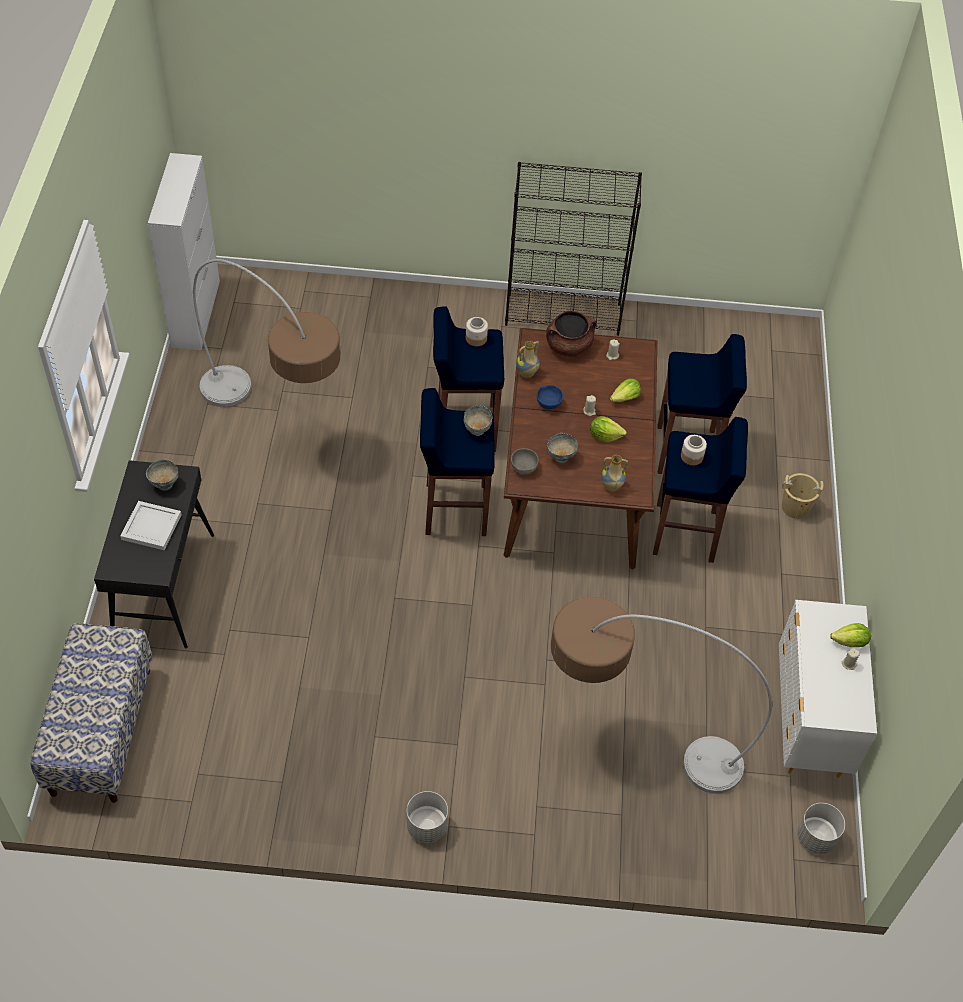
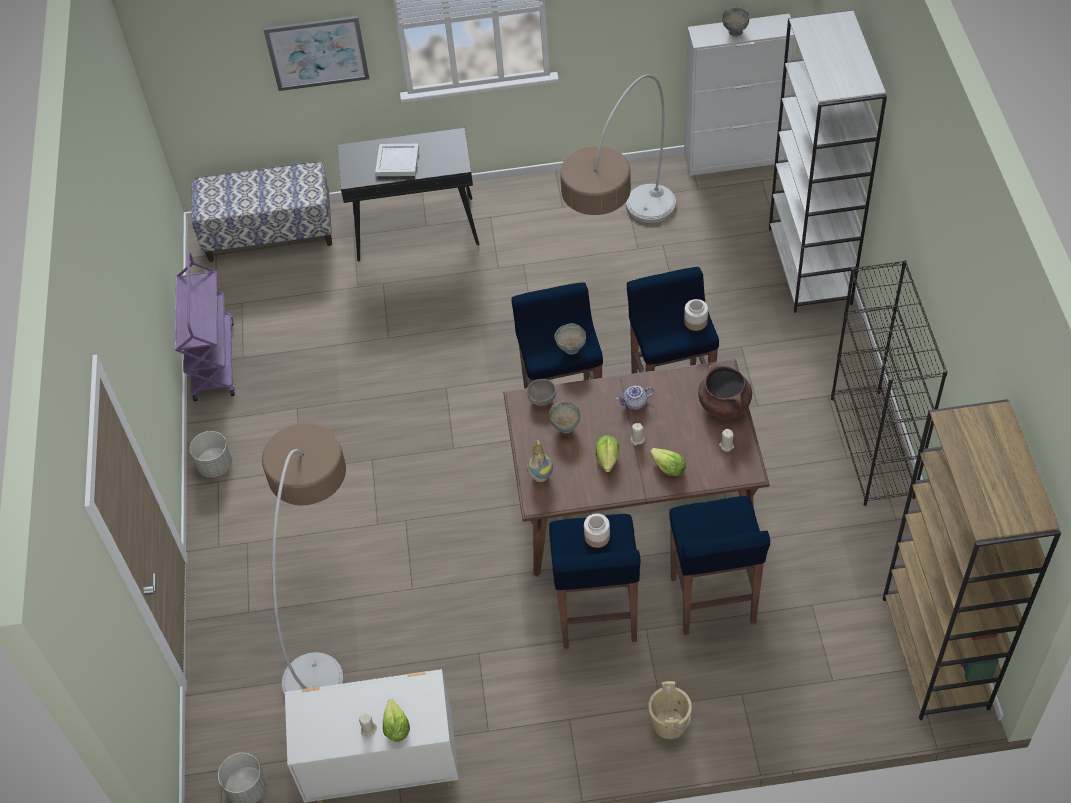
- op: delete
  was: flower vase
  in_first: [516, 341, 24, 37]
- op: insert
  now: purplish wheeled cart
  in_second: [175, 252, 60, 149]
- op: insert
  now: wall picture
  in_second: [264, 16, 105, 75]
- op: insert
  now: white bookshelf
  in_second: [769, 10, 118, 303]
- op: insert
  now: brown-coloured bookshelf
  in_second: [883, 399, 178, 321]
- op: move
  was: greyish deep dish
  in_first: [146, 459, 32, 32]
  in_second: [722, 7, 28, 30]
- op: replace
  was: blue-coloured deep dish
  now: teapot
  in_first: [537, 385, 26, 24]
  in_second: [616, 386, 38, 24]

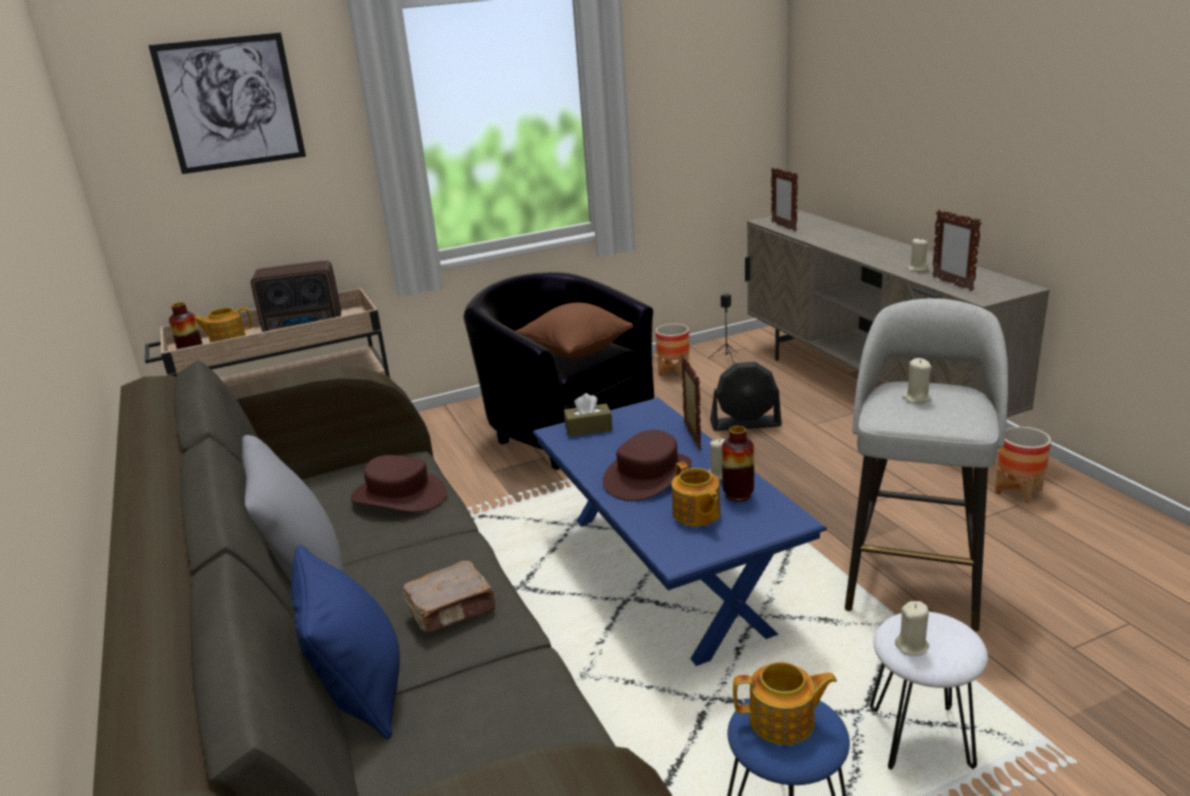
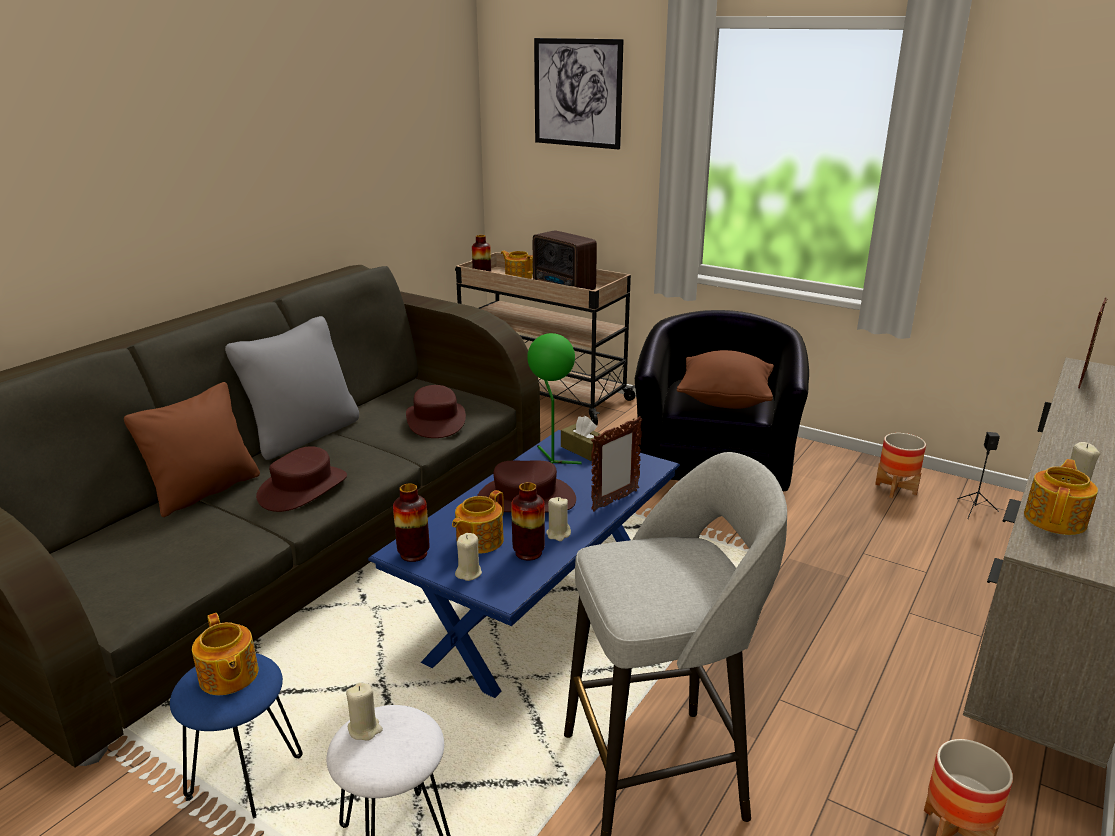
- op: delete
  was: black electric fan
  in_first: [710, 362, 72, 69]
- op: insert
  now: flower vase
  in_second: [393, 484, 36, 78]
- op: insert
  now: greenish tabletop lamp
  in_second: [527, 333, 55, 131]
- op: move
  was: beige candle
  in_first: [902, 358, 30, 46]
  in_second: [455, 533, 27, 48]
- op: replace
  was: brown-coloured volume
  now: brown-coloured hat
  in_first: [402, 561, 93, 72]
  in_second: [256, 446, 91, 66]
- op: replace
  was: standing frame
  now: teapot
  in_first: [932, 210, 50, 81]
  in_second: [1024, 459, 74, 76]
- op: recolor
  was: blue-coloured throw pillow
  now: brown-coloured throw pillow
  in_first: [291, 545, 109, 194]
  in_second: [124, 382, 136, 135]

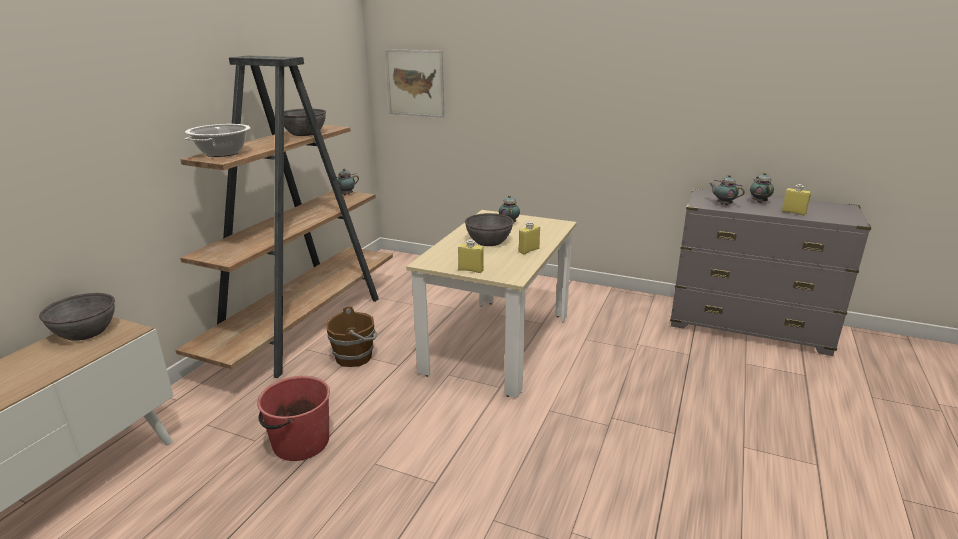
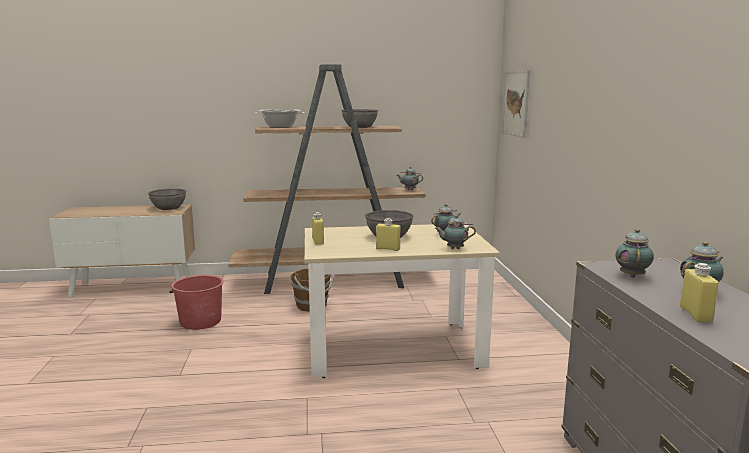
- op: insert
  now: teapot
  in_second: [434, 215, 42, 34]

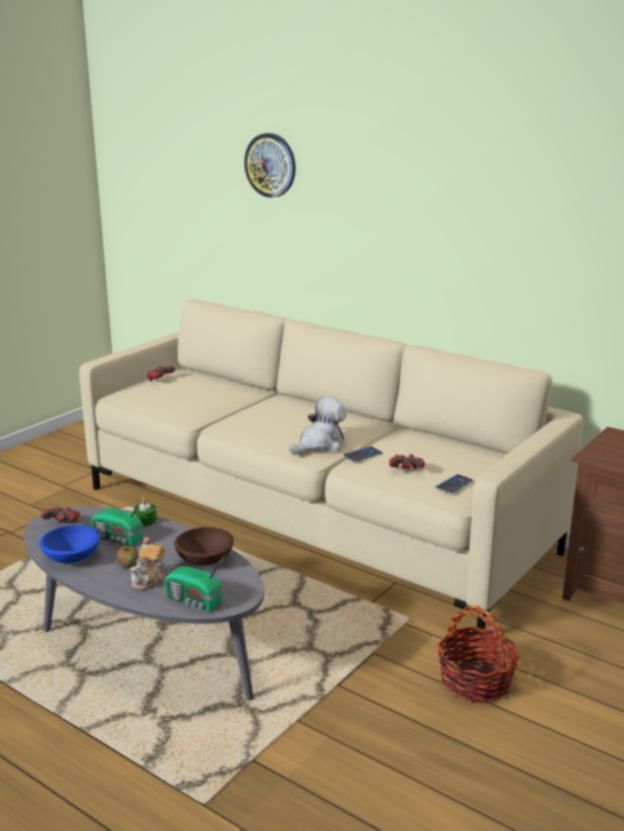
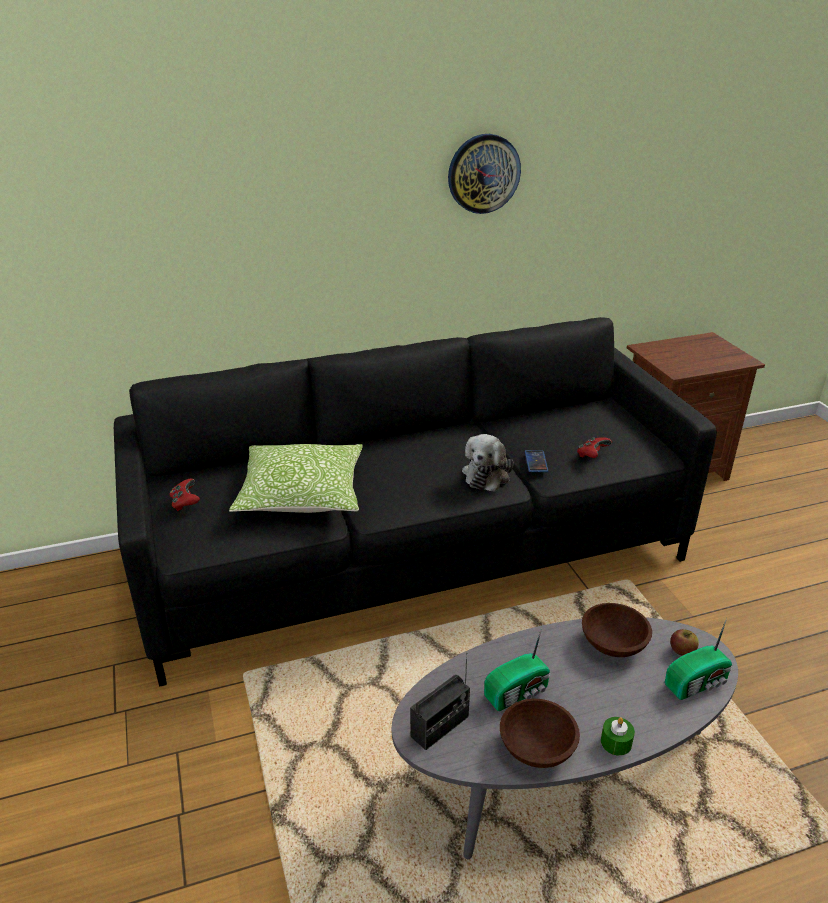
- op: delete
  was: teapot
  in_first: [130, 537, 36, 53]
- op: delete
  was: phone
  in_first: [436, 474, 37, 19]
- op: delete
  was: basket
  in_first: [438, 605, 82, 97]
- op: insert
  now: throw pillow
  in_second: [229, 444, 134, 69]
- op: move
  was: whole apple
  in_first: [116, 546, 23, 23]
  in_second: [670, 629, 29, 27]
- op: move
  was: greenish candle
  in_first: [134, 498, 23, 28]
  in_second: [601, 717, 34, 39]
- op: move
  was: wall clock
  in_first: [244, 133, 52, 65]
  in_second: [448, 134, 73, 80]
- op: replace
  was: red-coloured joypad
  now: radio
  in_first: [41, 506, 39, 16]
  in_second: [410, 653, 60, 97]
- op: recolor
  was: blue-coloured deep dish
  now: brown-coloured deep dish
  in_first: [39, 525, 61, 38]
  in_second: [500, 699, 80, 69]
- op: recolor
  was: beige settee
  now: black settee
  in_first: [79, 299, 504, 337]
  in_second: [114, 317, 603, 370]
- op: rotate
  was: cuddly toy
  in_first: [289, 396, 58, 59]
  in_second: [462, 434, 52, 58]
  clockwise: -150

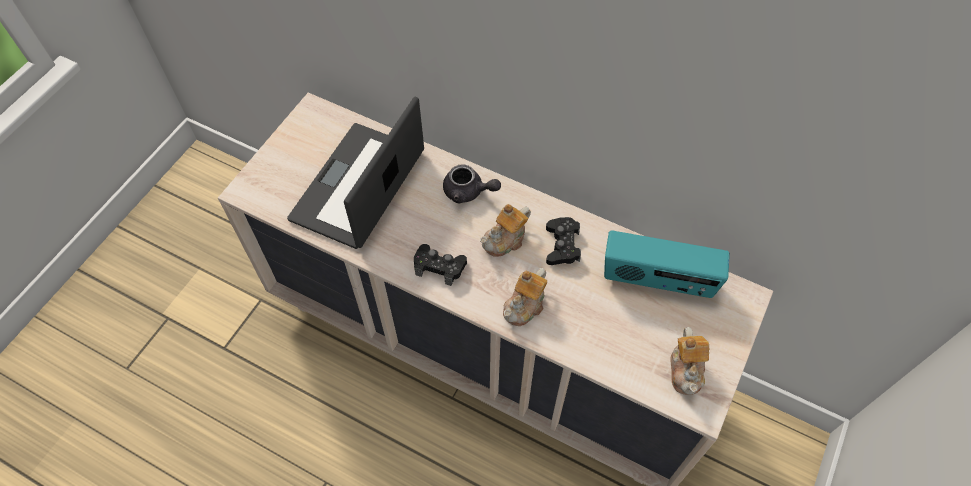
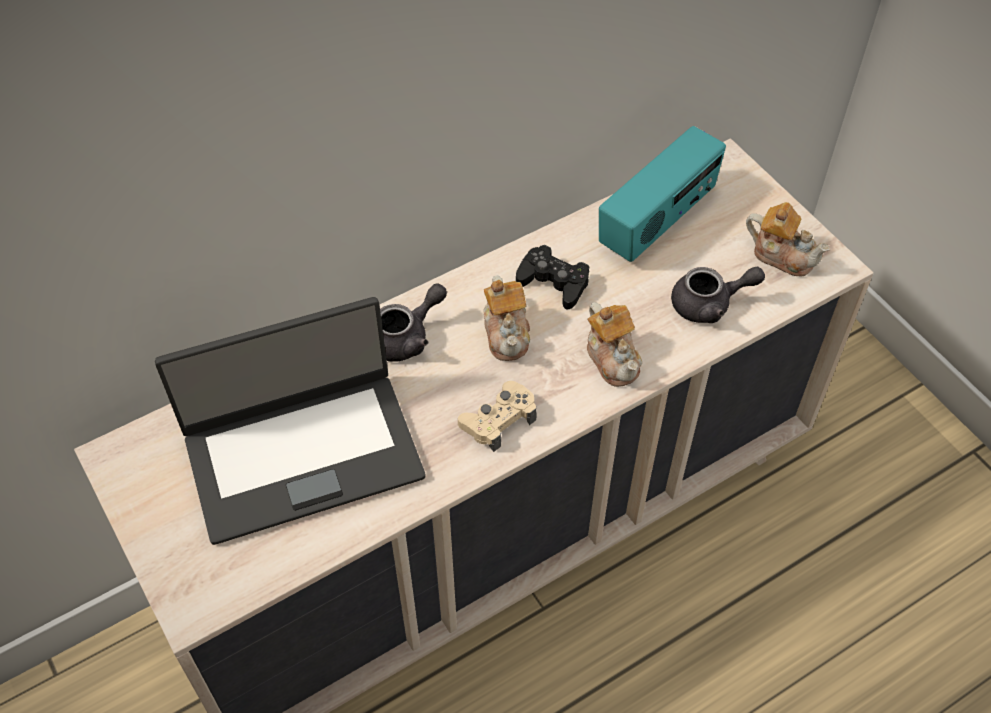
- op: insert
  now: greyish teapot
  in_second: [671, 267, 94, 56]
- op: recolor
  was: black joypad
  now: beige joypad
  in_first: [414, 244, 53, 42]
  in_second: [458, 381, 79, 71]
- op: rotate
  was: notebook computer
  in_first: [287, 96, 137, 153]
  in_second: [155, 297, 271, 248]
  clockwise: -75

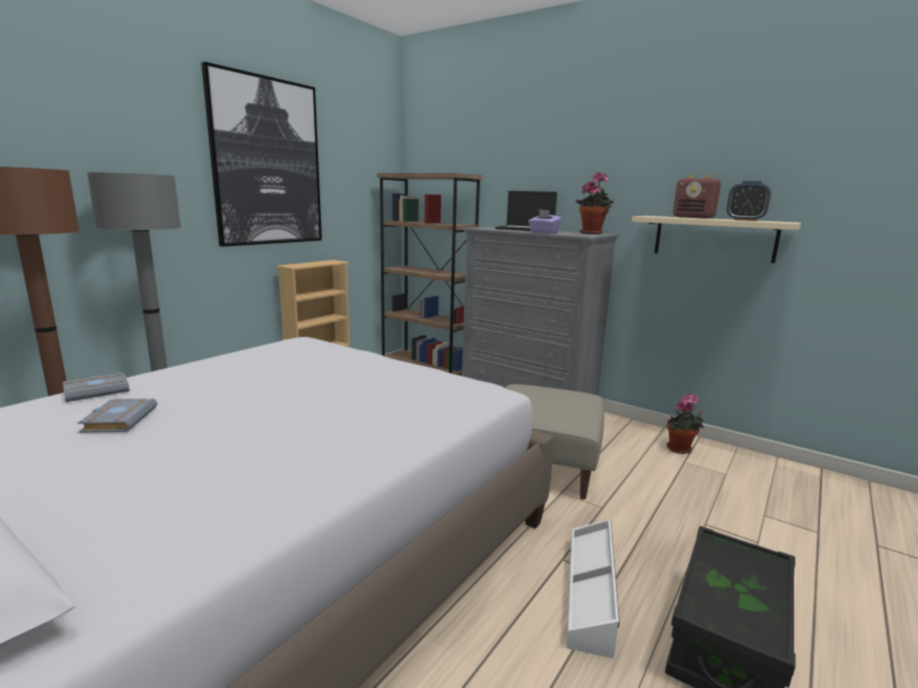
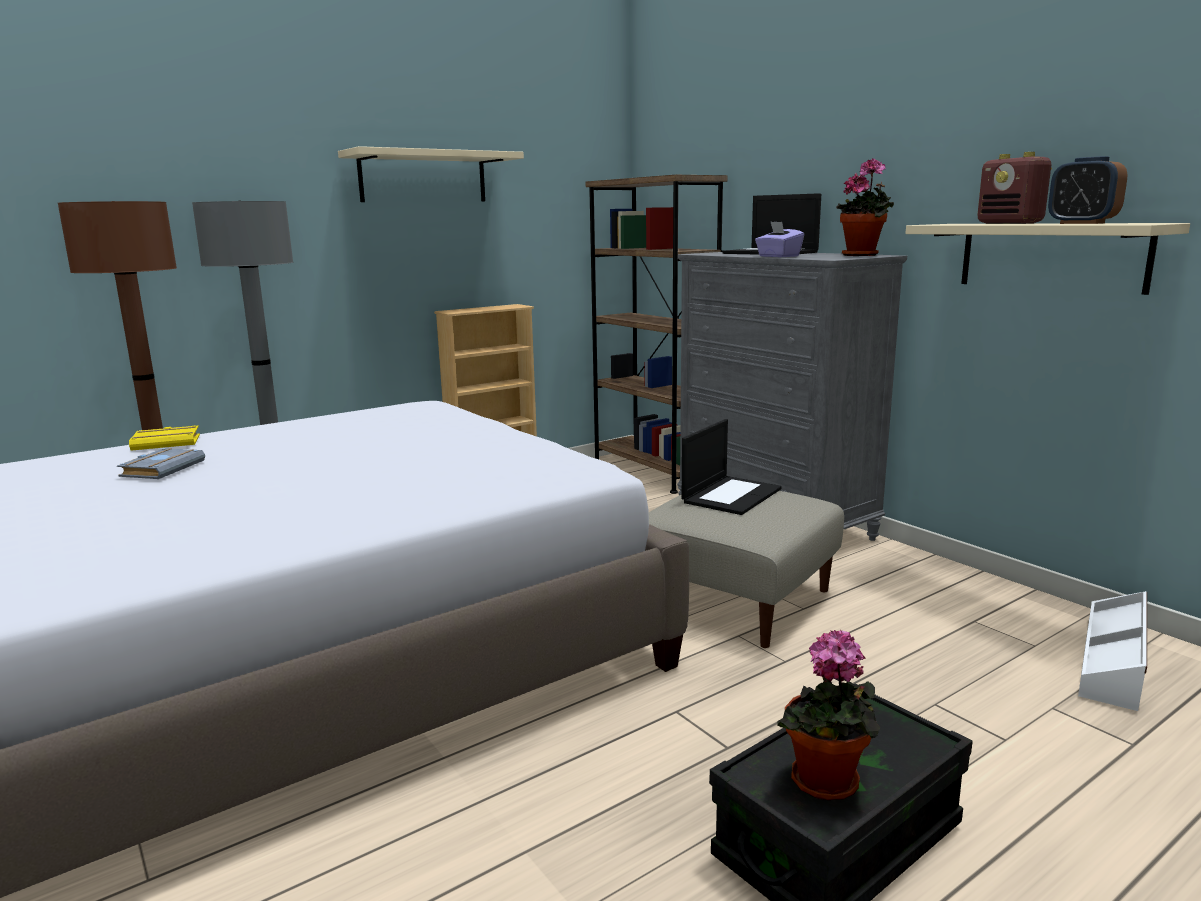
- op: insert
  now: notebook computer
  in_second: [682, 419, 100, 96]
- op: move
  was: white storage box
  in_first: [566, 519, 54, 140]
  in_second: [1078, 591, 69, 120]
- op: move
  was: houseplant
  in_first: [667, 393, 36, 61]
  in_second: [777, 630, 103, 170]
- op: replace
  was: wall picture
  now: beige shelf
  in_first: [201, 62, 121, 185]
  in_second: [338, 146, 186, 56]
- op: recolor
  was: greyish volume
  now: yellowish volume
  in_first: [63, 373, 67, 29]
  in_second: [129, 425, 71, 26]

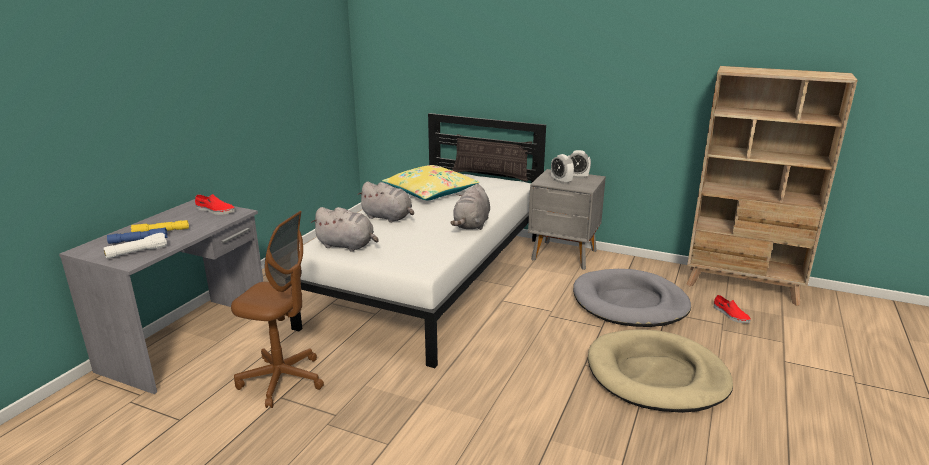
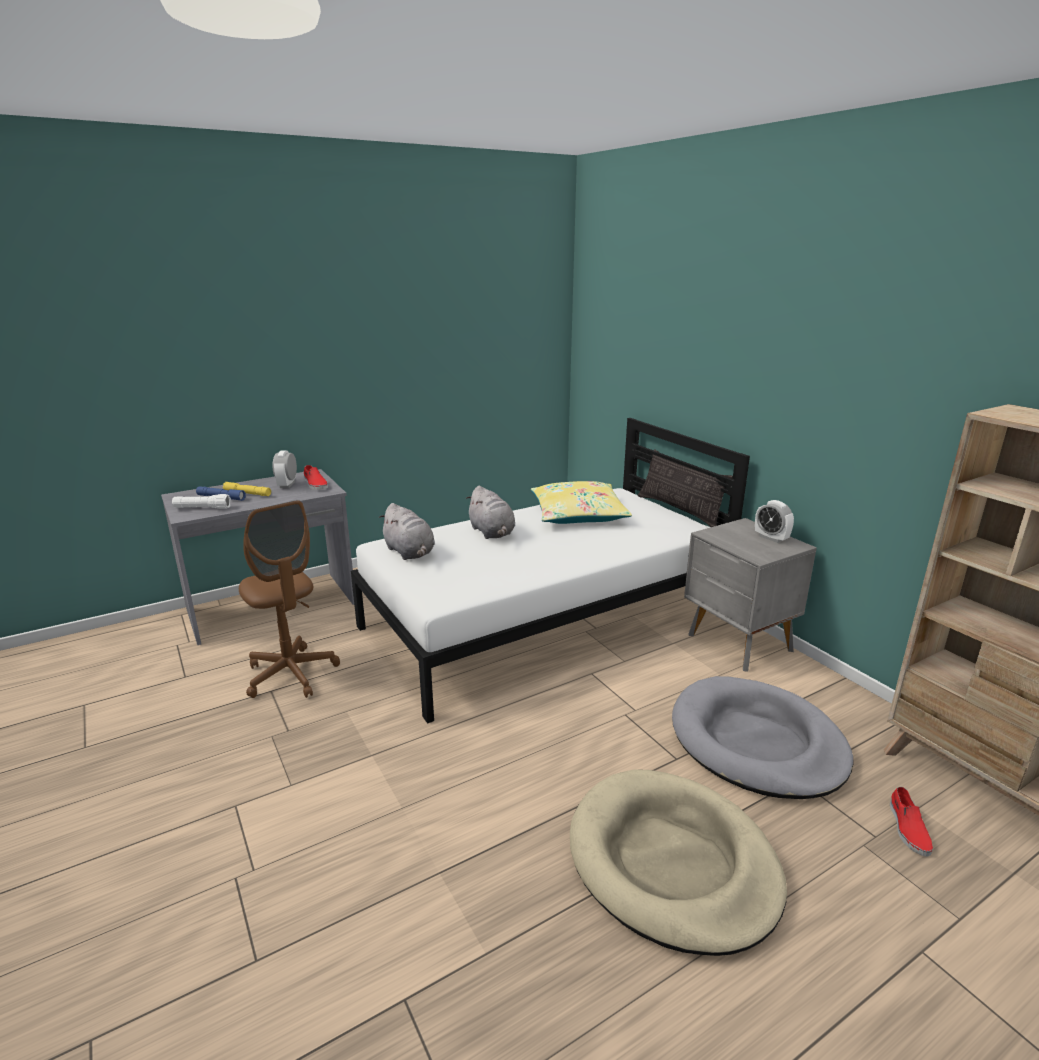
- op: delete
  was: greyish cuddly toy
  in_first: [450, 184, 40, 46]
- op: move
  was: table clock
  in_first: [551, 154, 23, 30]
  in_second: [273, 450, 24, 38]

